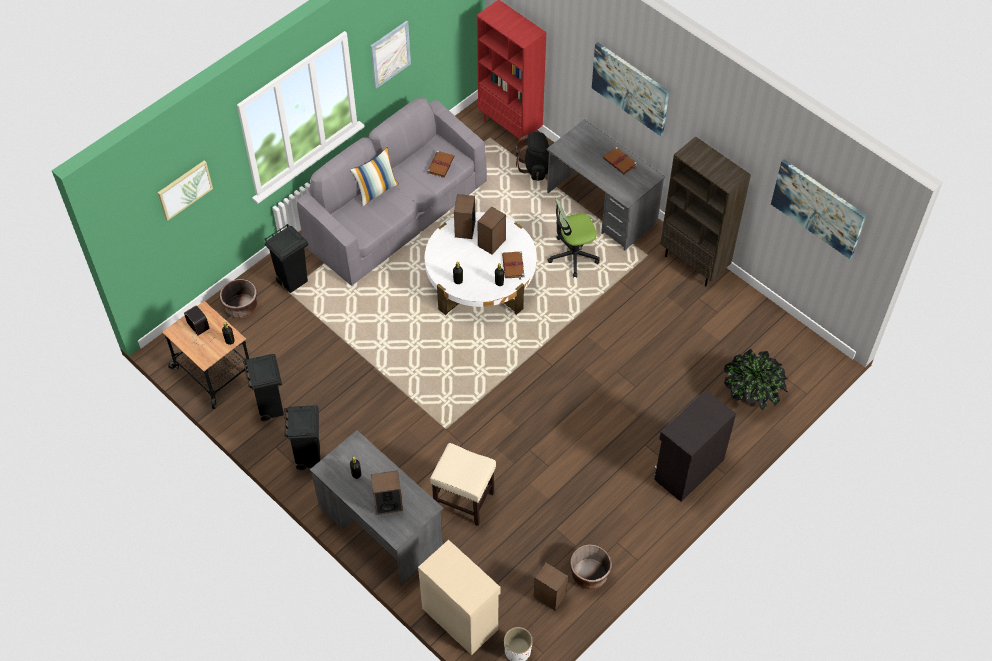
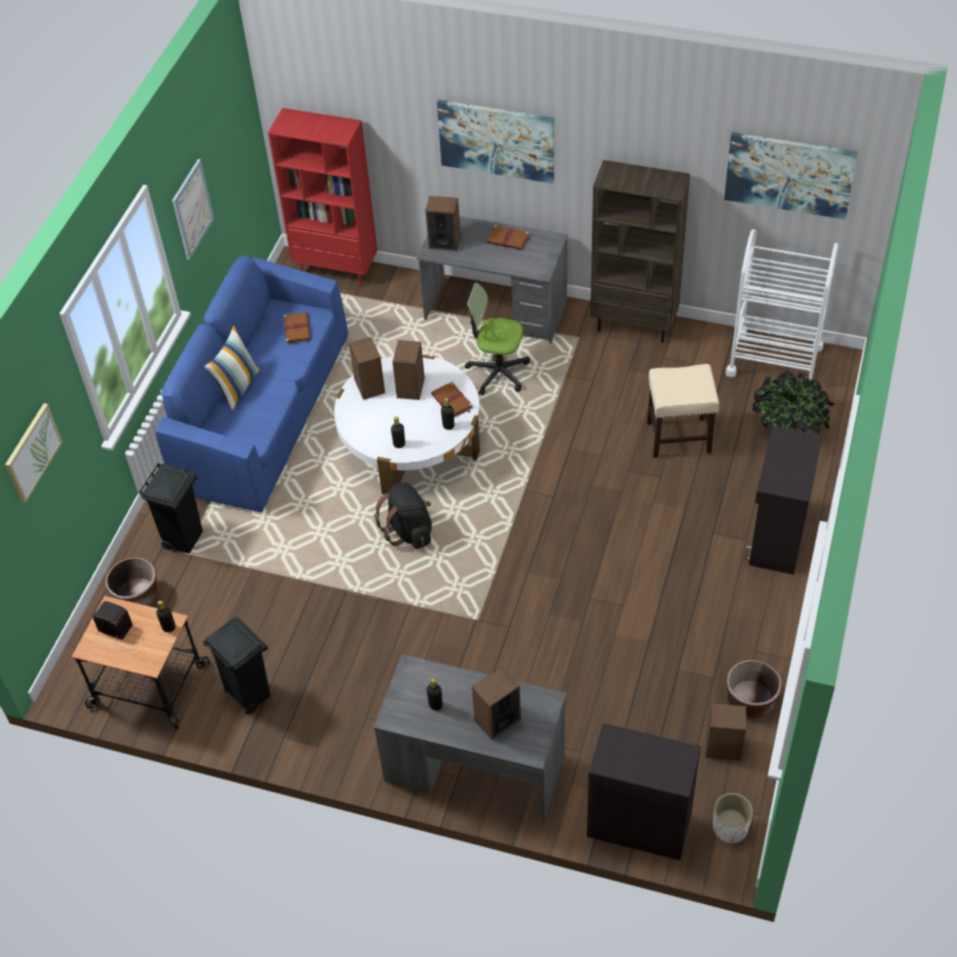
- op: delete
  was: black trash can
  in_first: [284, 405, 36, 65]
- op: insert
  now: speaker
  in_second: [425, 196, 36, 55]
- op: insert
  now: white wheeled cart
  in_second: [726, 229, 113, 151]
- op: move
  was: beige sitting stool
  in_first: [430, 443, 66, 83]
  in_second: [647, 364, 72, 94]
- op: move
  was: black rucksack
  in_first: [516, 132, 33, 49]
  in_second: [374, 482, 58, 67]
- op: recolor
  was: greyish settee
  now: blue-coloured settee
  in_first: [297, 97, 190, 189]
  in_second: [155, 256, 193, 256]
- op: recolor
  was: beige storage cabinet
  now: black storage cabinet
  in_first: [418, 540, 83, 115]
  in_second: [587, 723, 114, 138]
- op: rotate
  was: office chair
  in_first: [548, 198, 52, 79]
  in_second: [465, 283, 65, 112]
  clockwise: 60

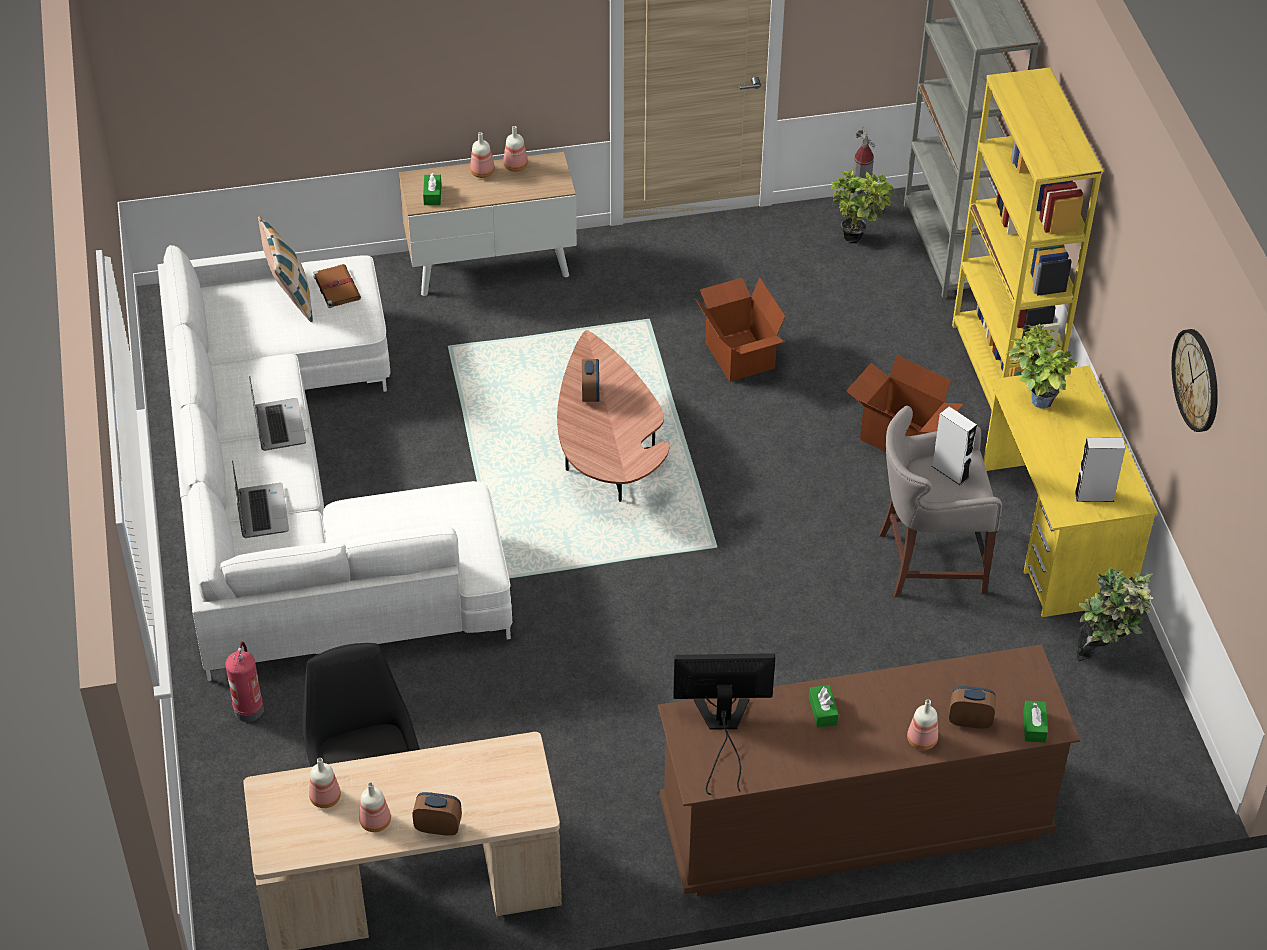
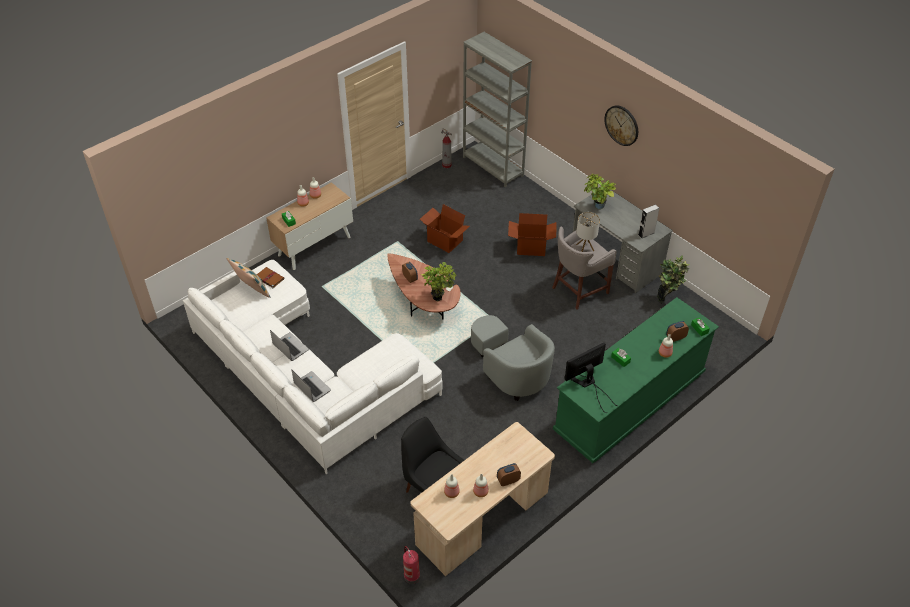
- op: delete
  was: yellowish bookshelf
  in_first: [952, 67, 151, 343]
- op: insert
  now: greyish lounge chair
  in_second: [471, 315, 84, 86]
- op: move
  was: fire-fighting cylinder
  in_first: [225, 642, 39, 80]
  in_second: [403, 546, 17, 38]
- op: move
  was: houseplant
  in_first: [830, 170, 63, 74]
  in_second: [420, 262, 36, 39]
- op: move
  was: wall clock
  in_first: [1171, 329, 47, 103]
  in_second: [604, 105, 34, 41]
- op: replace
  was: white speaker
  now: tabletop lamp
  in_first: [932, 407, 45, 78]
  in_second: [576, 212, 24, 40]
- op: recolor
  was: brown-coloured dresser
  now: greenish dresser
  in_first: [658, 645, 422, 251]
  in_second: [553, 297, 166, 166]
- op: recolor
  was: yellowish desk unit
  now: greyish desk unit
  in_first: [983, 366, 175, 251]
  in_second: [573, 189, 100, 104]

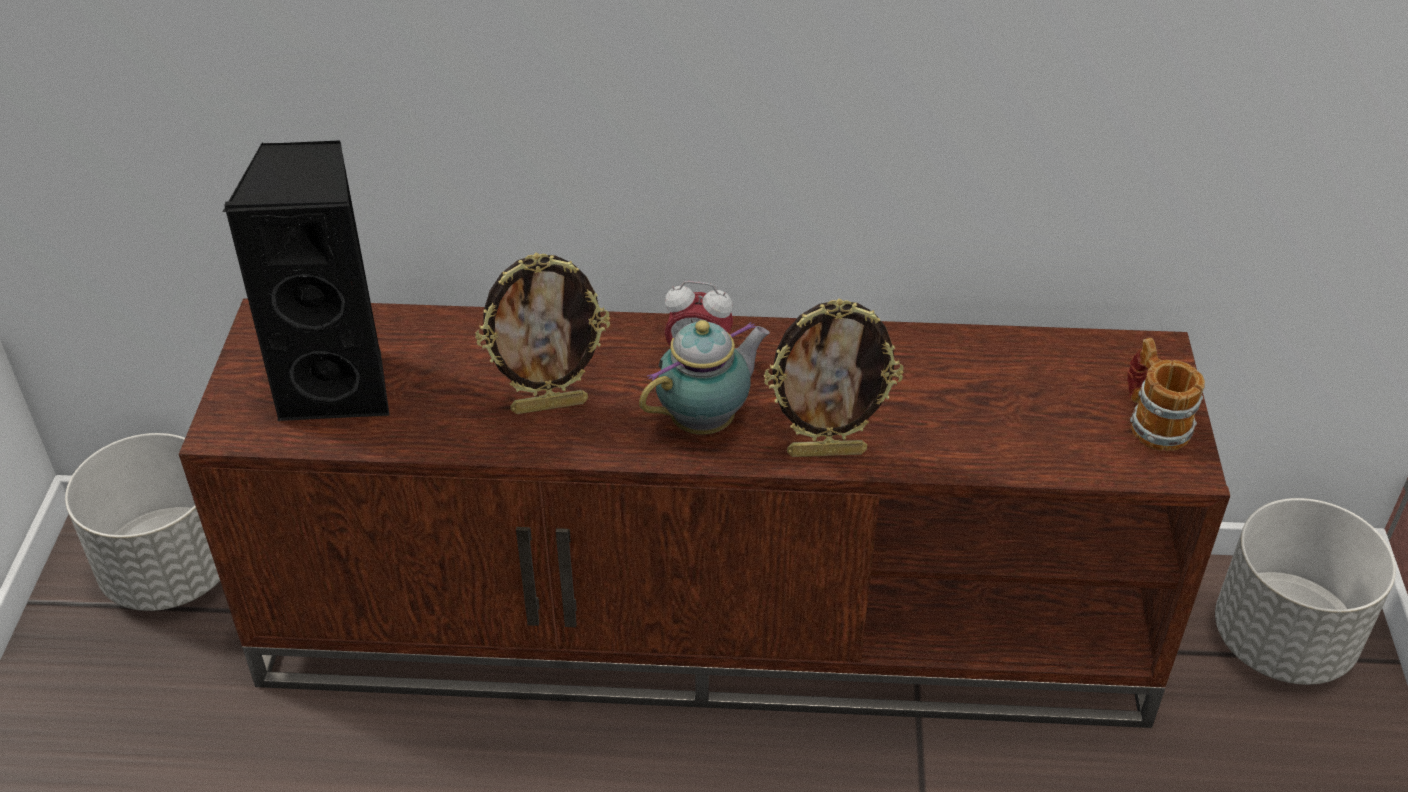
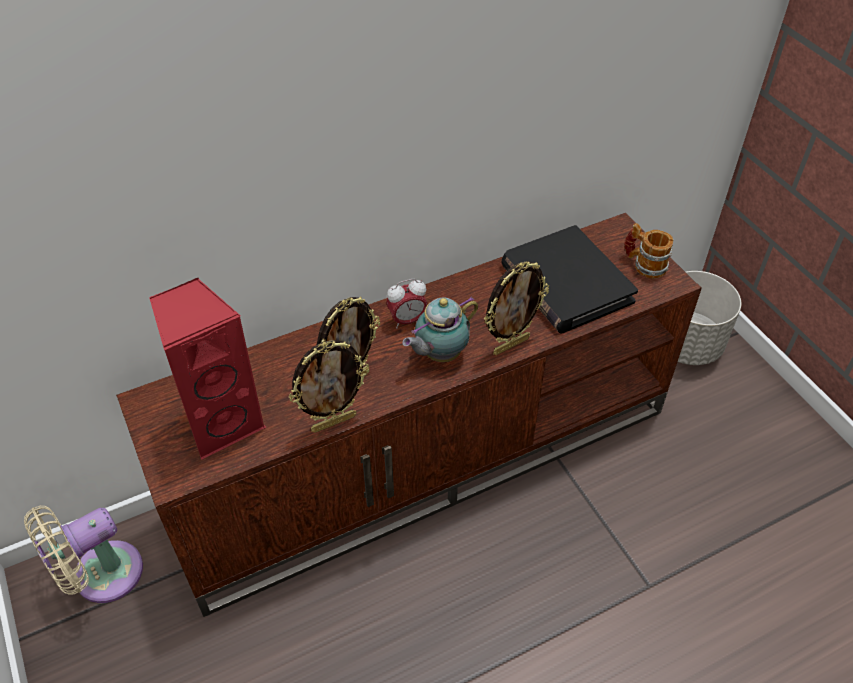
- op: insert
  now: standing frame
  in_second: [289, 340, 80, 93]
- op: insert
  now: black volume
  in_second: [502, 225, 136, 108]
- op: replace
  was: greyish flower pot
  now: beige electric fan
  in_first: [65, 433, 155, 178]
  in_second: [24, 506, 119, 97]
- op: recolor
  was: black speaker
  now: red-coloured speaker
  in_first: [223, 140, 167, 281]
  in_second: [149, 278, 117, 182]
- op: rotate
  was: teapot
  in_first: [639, 320, 131, 115]
  in_second: [402, 296, 76, 66]
  clockwise: -150

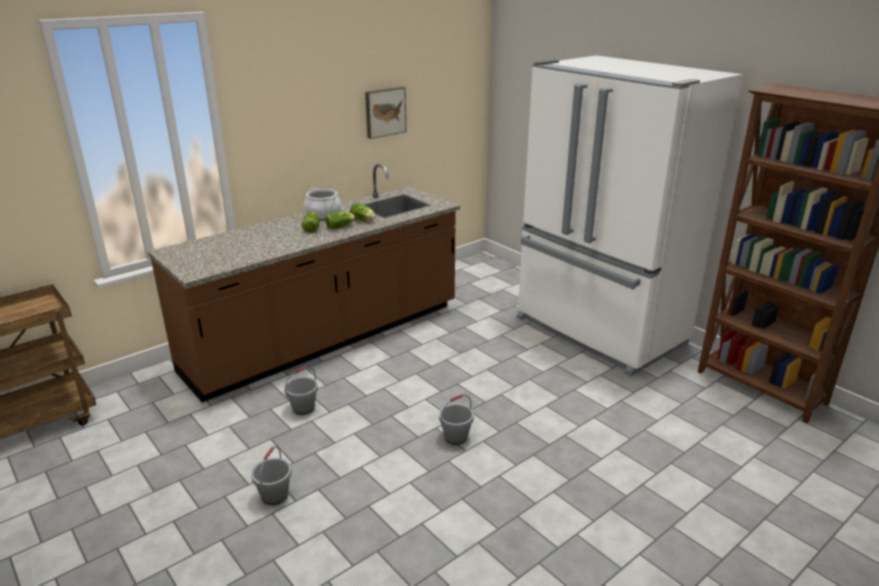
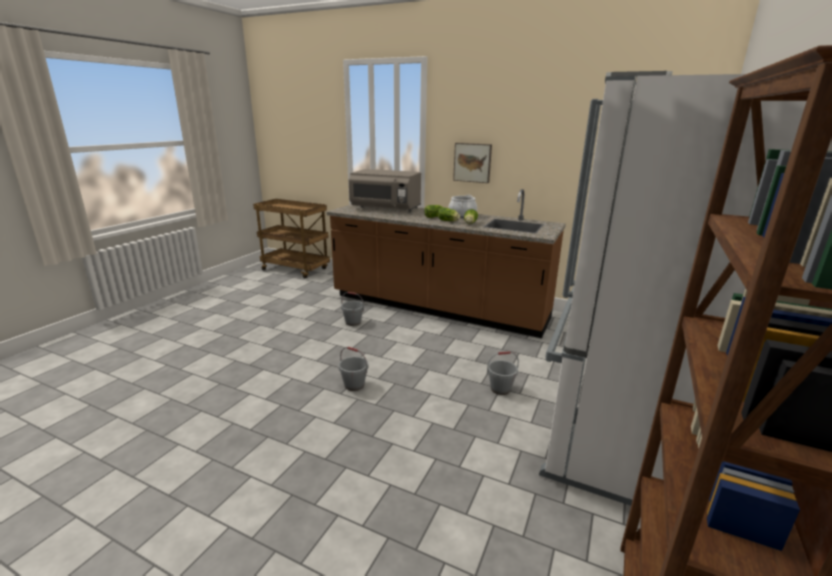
- op: insert
  now: greyish microwave
  in_second: [349, 169, 72, 43]
- op: move
  was: greyish pail
  in_first: [251, 446, 41, 60]
  in_second: [487, 351, 32, 44]
- op: move
  was: wall picture
  in_first: [365, 87, 41, 52]
  in_second: [453, 143, 39, 40]

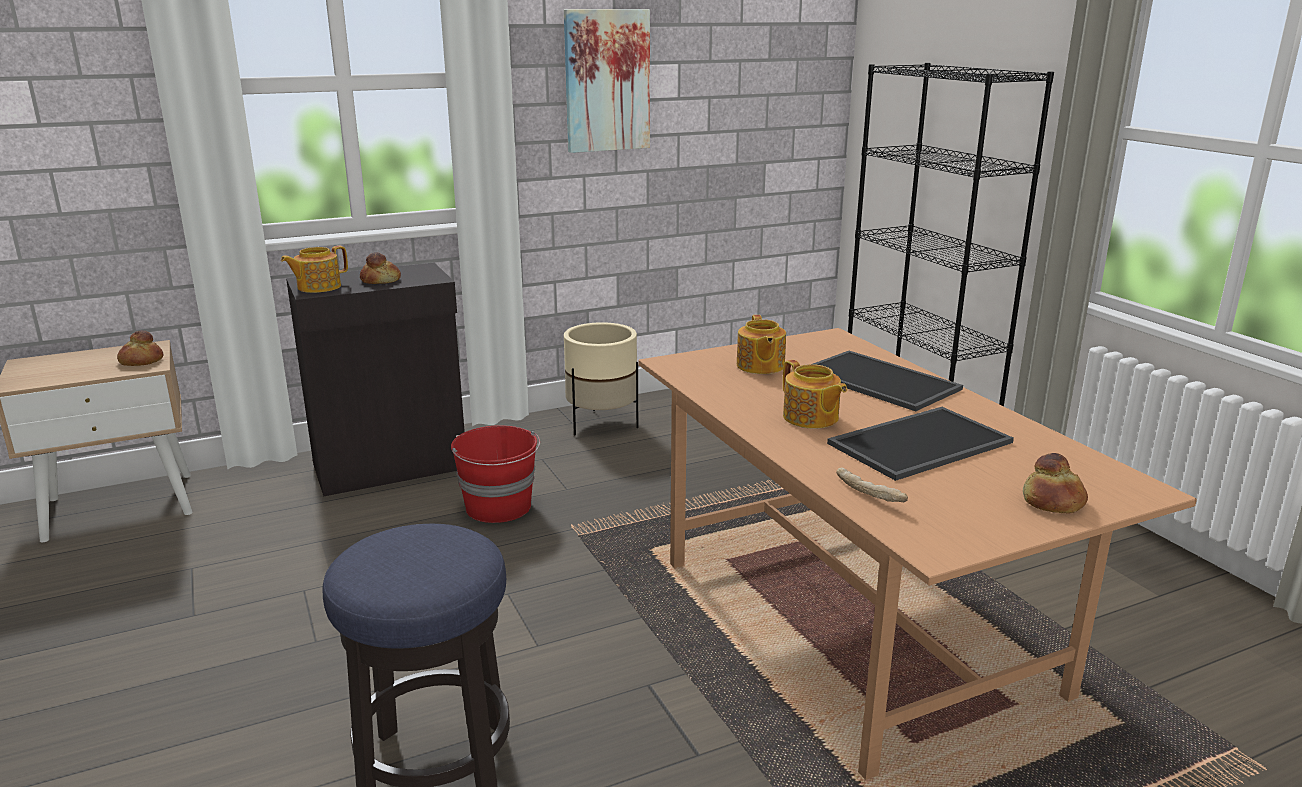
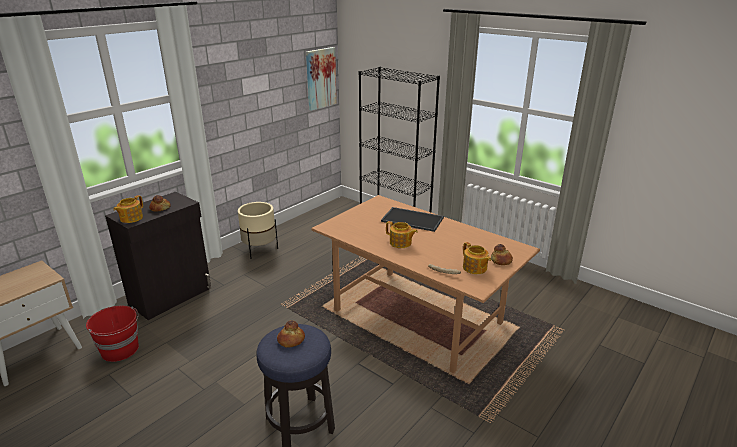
- op: delete
  was: tray
  in_first: [827, 407, 187, 74]
- op: move
  was: bakery bread
  in_first: [117, 330, 47, 36]
  in_second: [277, 320, 28, 28]
- op: move
  was: red-coloured pail
  in_first: [451, 425, 89, 98]
  in_second: [86, 306, 53, 56]
- op: move
  was: wall picture
  in_first: [564, 9, 86, 144]
  in_second: [306, 47, 31, 64]
- op: move
  was: teapot
  in_first: [737, 315, 49, 59]
  in_second: [463, 242, 28, 32]

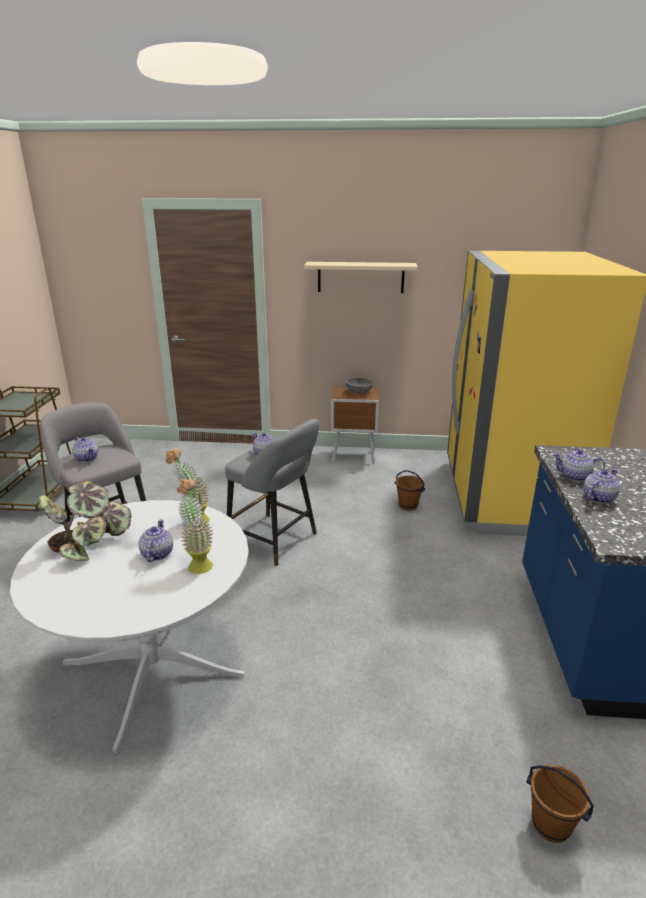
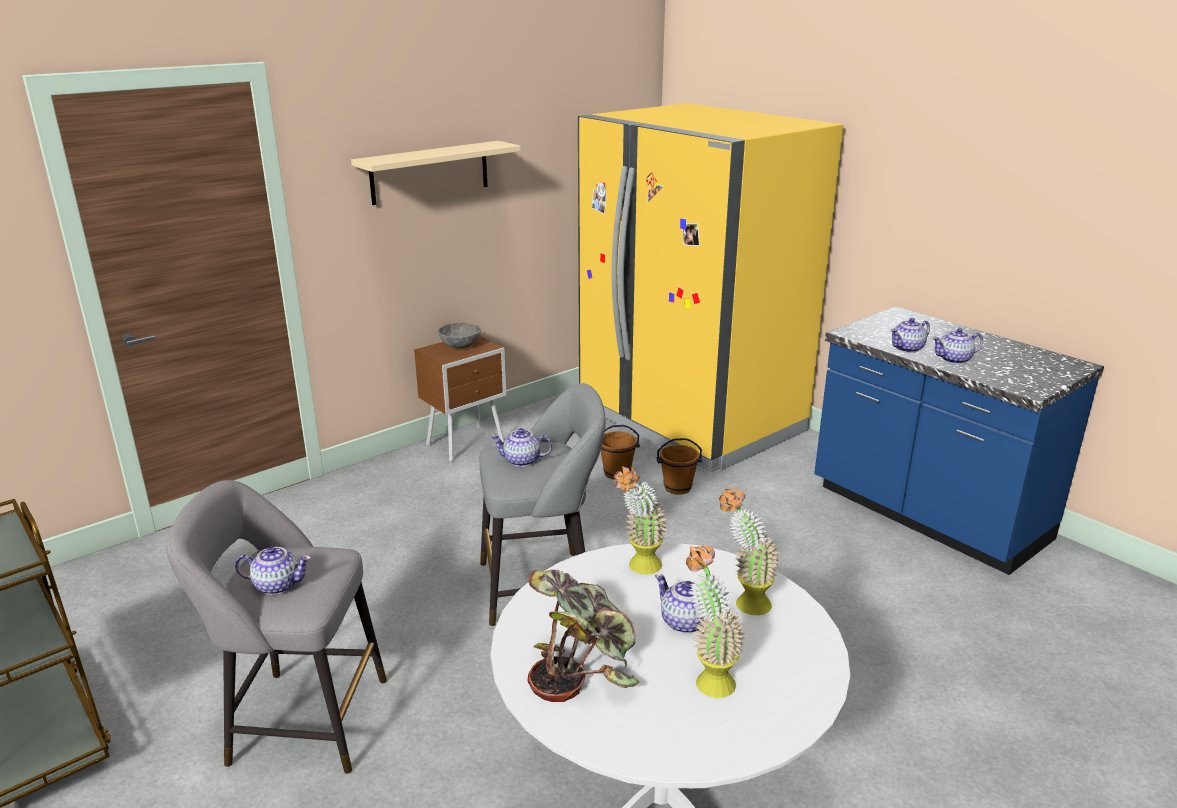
- op: insert
  now: houseplant
  in_second: [686, 546, 59, 152]
- op: move
  was: brown-coloured pail
  in_first: [526, 765, 68, 78]
  in_second: [657, 438, 45, 57]
- op: rotate
  was: teapot
  in_first: [583, 469, 37, 35]
  in_second: [932, 328, 51, 36]
  clockwise: -105

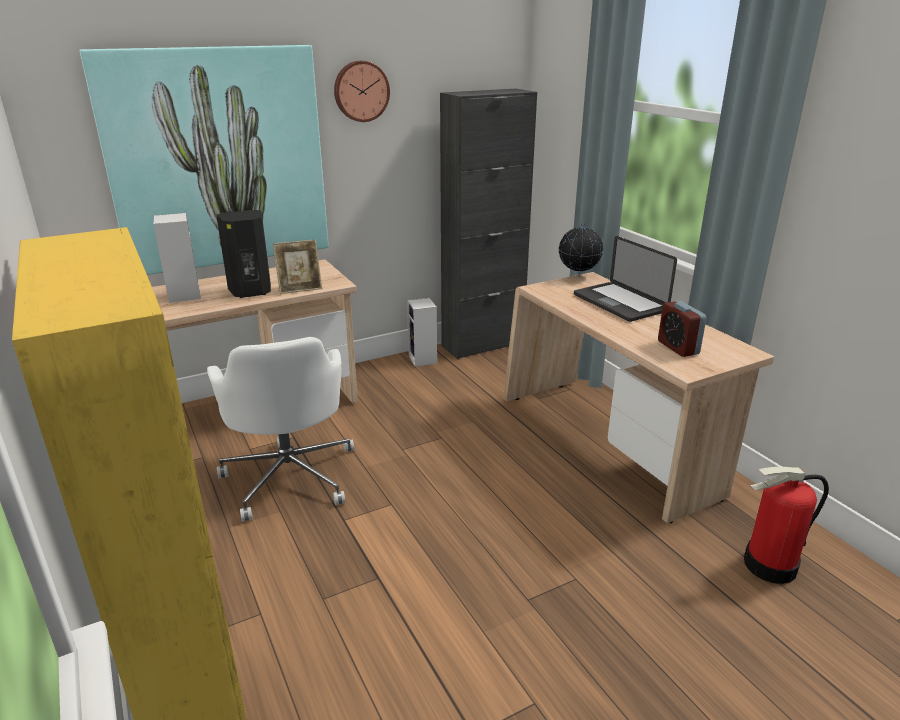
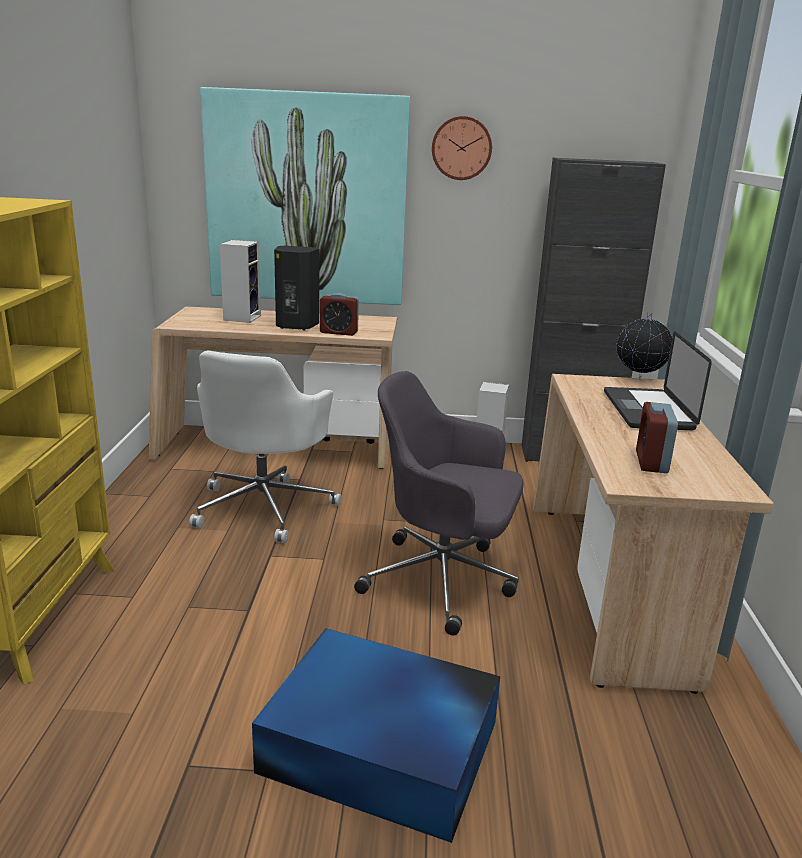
- op: delete
  was: fire-fighting cylinder
  in_first: [744, 467, 85, 117]
- op: insert
  now: blue-coloured storage box
  in_second: [252, 628, 248, 215]
- op: insert
  now: greyish office chair
  in_second: [354, 371, 170, 265]
- op: replace
  was: standing frame
  now: table clock
  in_first: [273, 240, 49, 54]
  in_second: [320, 293, 39, 43]

